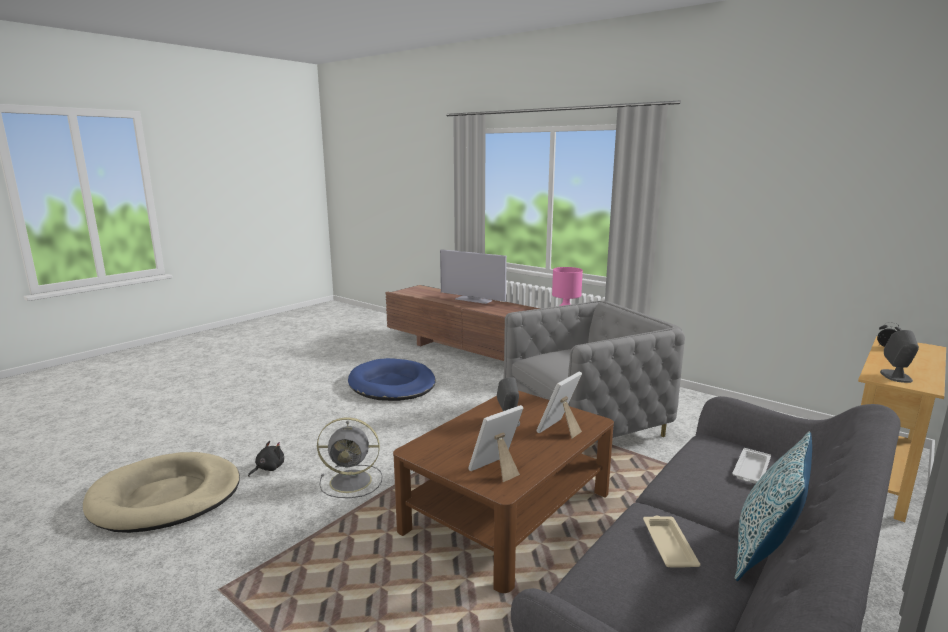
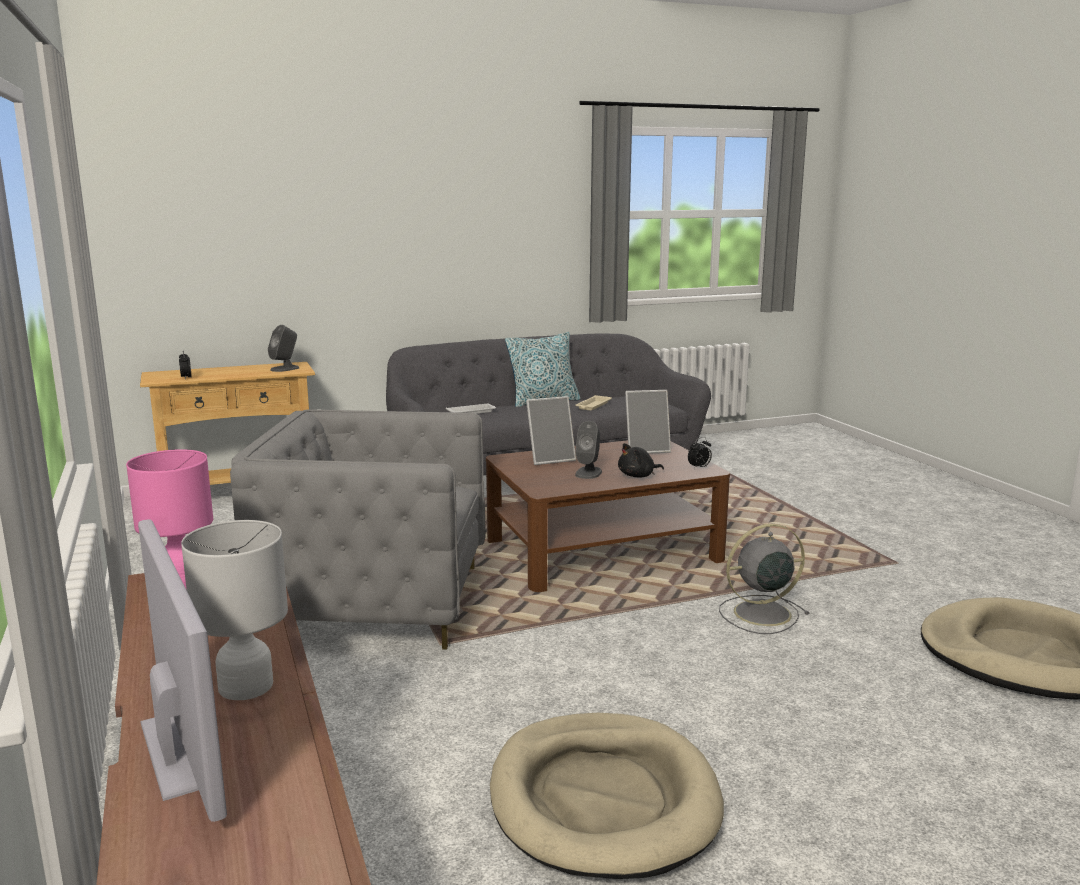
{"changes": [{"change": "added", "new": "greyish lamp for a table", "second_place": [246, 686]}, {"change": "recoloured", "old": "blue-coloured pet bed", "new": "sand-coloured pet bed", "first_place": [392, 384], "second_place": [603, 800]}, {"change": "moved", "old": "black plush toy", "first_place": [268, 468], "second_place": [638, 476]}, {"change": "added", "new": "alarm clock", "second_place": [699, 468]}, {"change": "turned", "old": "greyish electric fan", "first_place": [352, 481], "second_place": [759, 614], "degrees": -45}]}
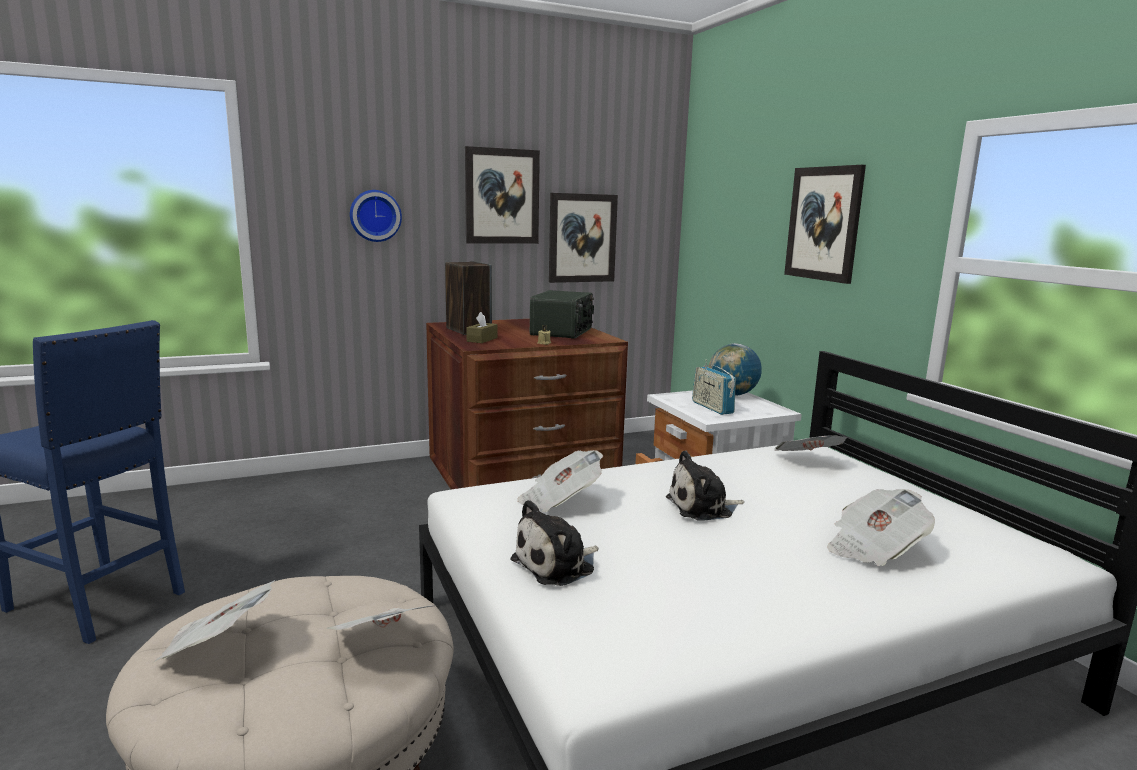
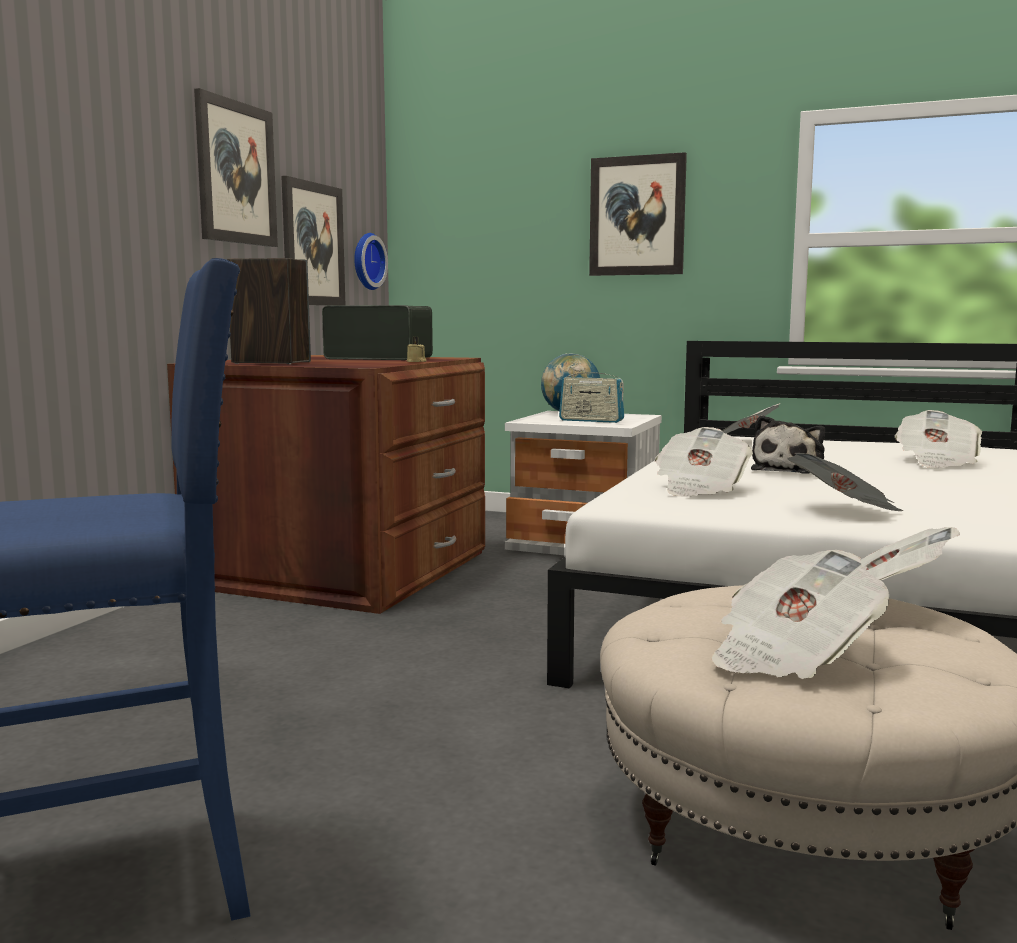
{"changes": [{"change": "turned", "old": "radio receiver", "first_place": [563, 332], "second_place": [379, 358], "degrees": -45}, {"change": "moved", "old": "wall clock", "first_place": [375, 215], "second_place": [366, 261]}, {"change": "replaced", "old": "plush toy", "new": "newspaper", "first_place": [557, 565], "second_place": [845, 512]}, {"change": "removed", "old": "brownish box of tissues", "first_place": [482, 339]}]}
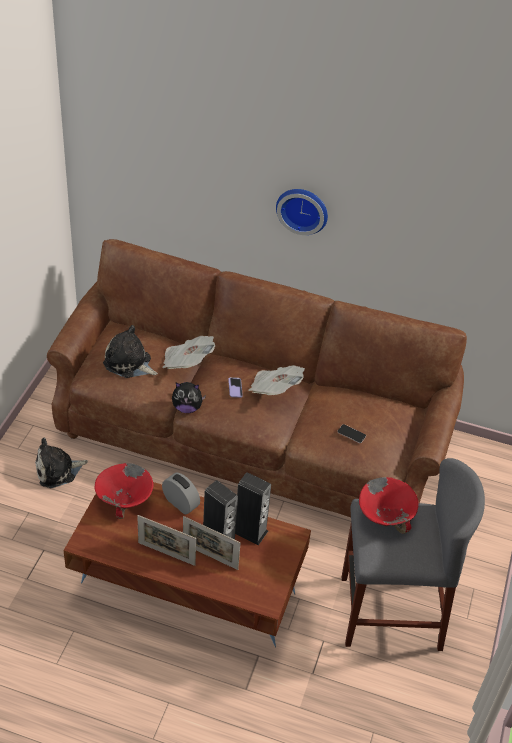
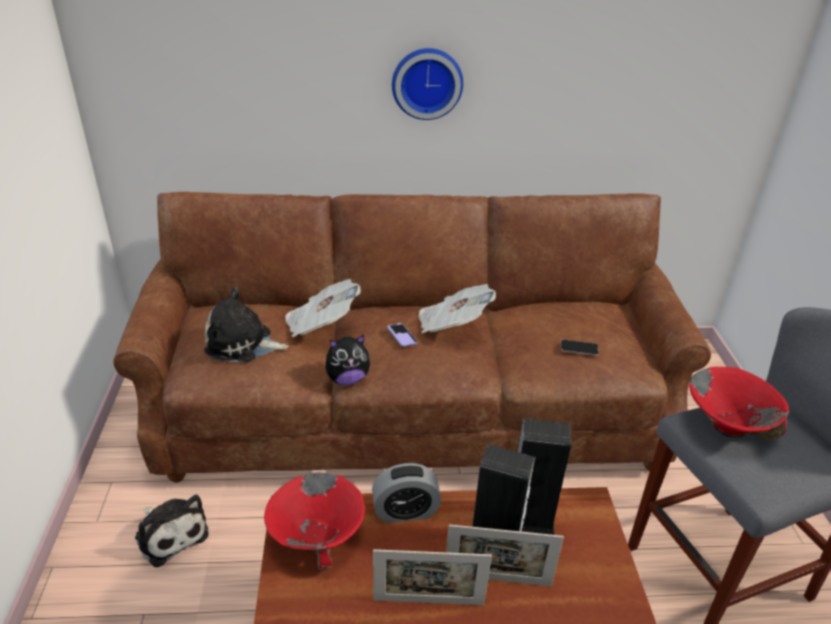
{"changes": [{"change": "turned", "old": "plush toy", "first_place": [58, 470], "second_place": [170, 534], "degrees": -90}, {"change": "turned", "old": "alarm clock", "first_place": [180, 503], "second_place": [405, 511], "degrees": 150}]}
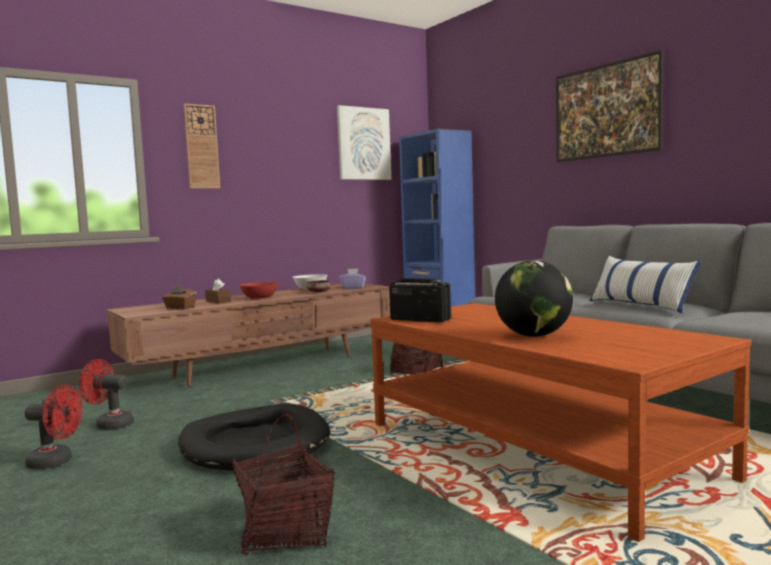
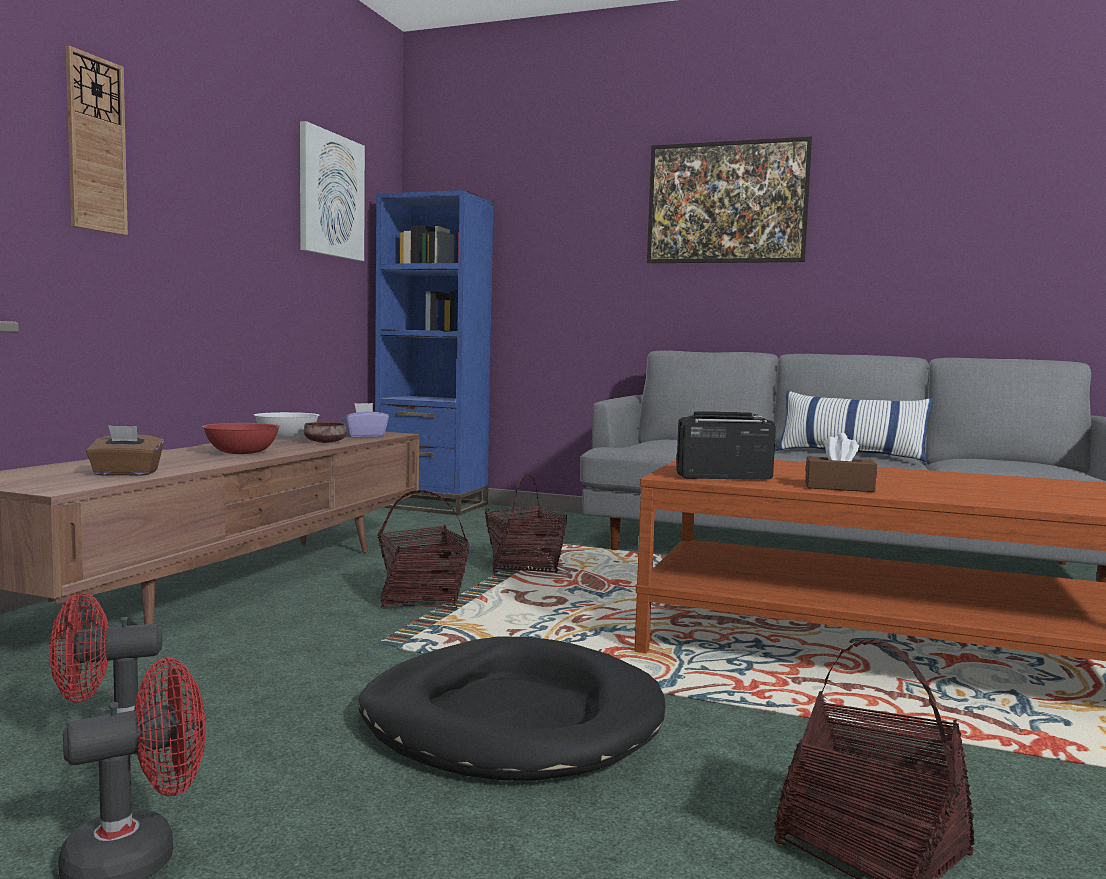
{"changes": [{"change": "added", "new": "storage basket", "second_place": [421, 598]}, {"change": "moved", "old": "brownish box of tissues", "first_place": [218, 301], "second_place": [839, 487]}, {"change": "removed", "old": "desk globe", "first_place": [533, 335]}]}
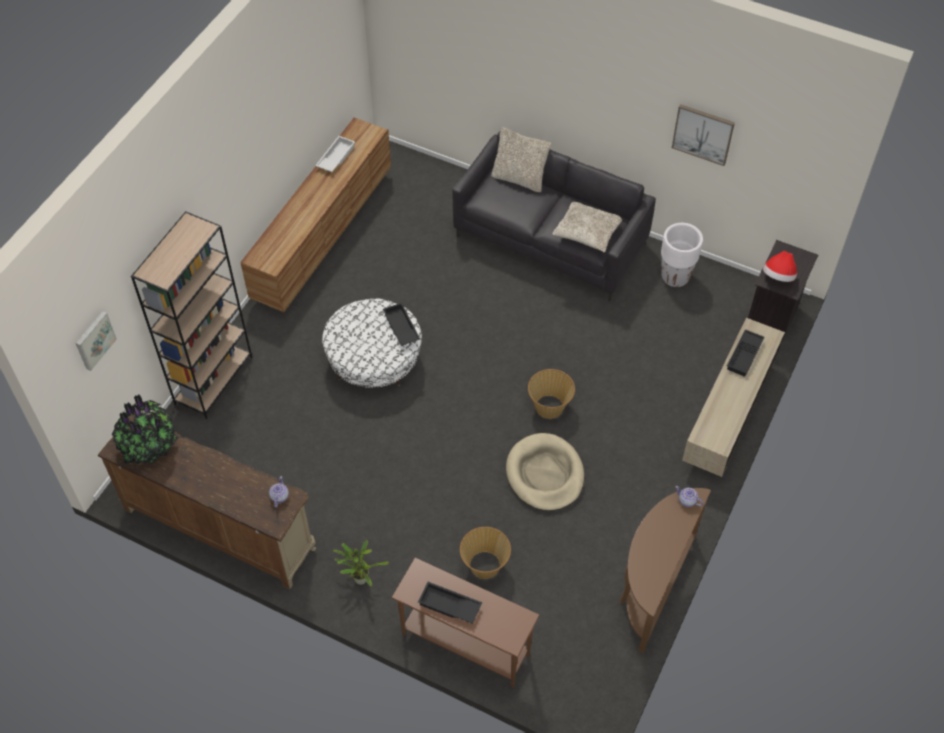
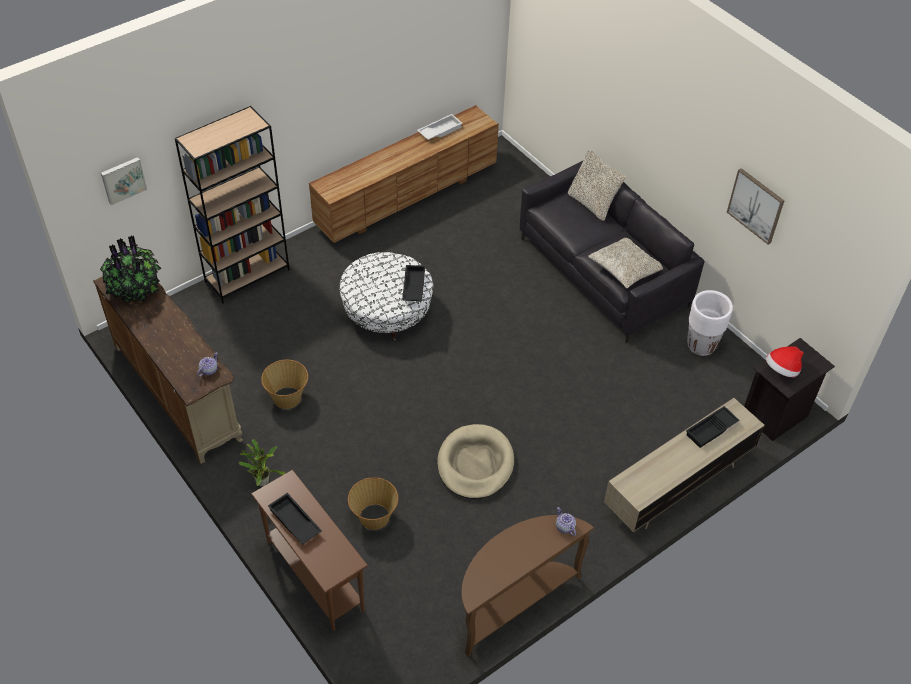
{"changes": [{"change": "moved", "old": "storage basket", "first_place": [549, 406], "second_place": [287, 397]}]}
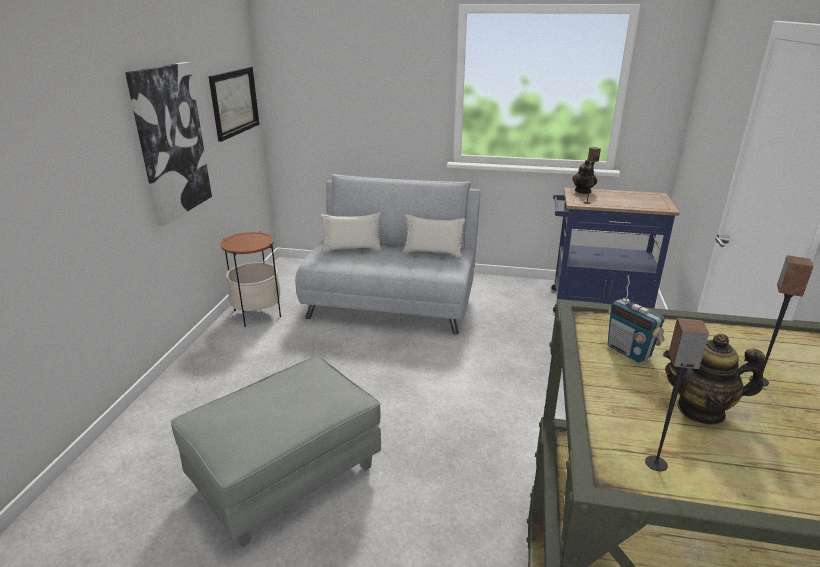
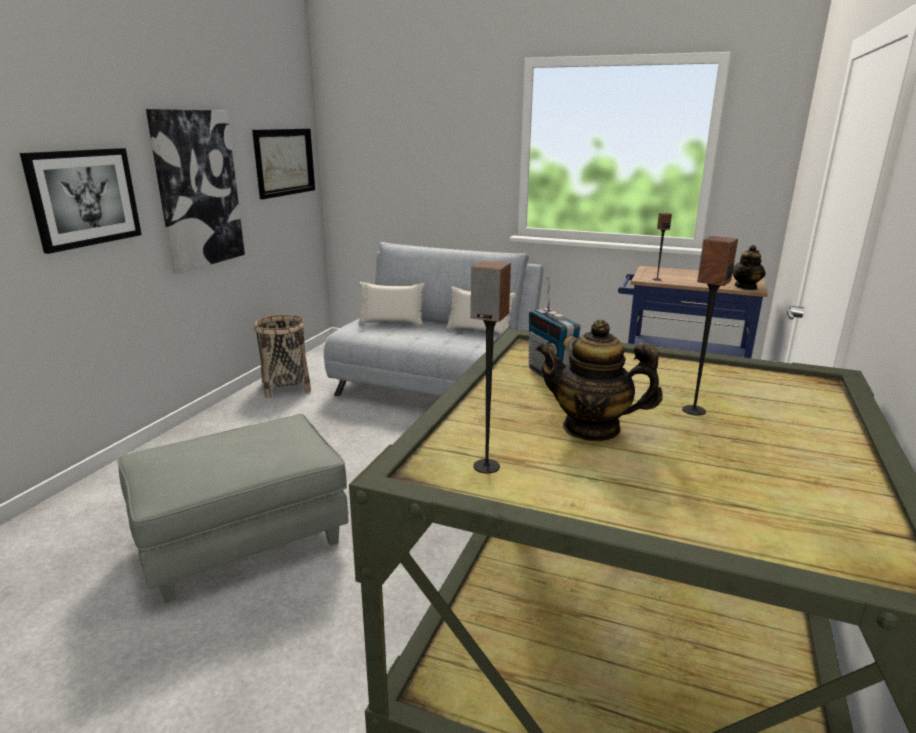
{"changes": [{"change": "added", "new": "picture", "second_place": [84, 198]}, {"change": "replaced", "old": "side table", "new": "storage basket", "first_place": [257, 313], "second_place": [286, 387]}, {"change": "moved", "old": "teapot", "first_place": [583, 191], "second_place": [746, 287]}]}
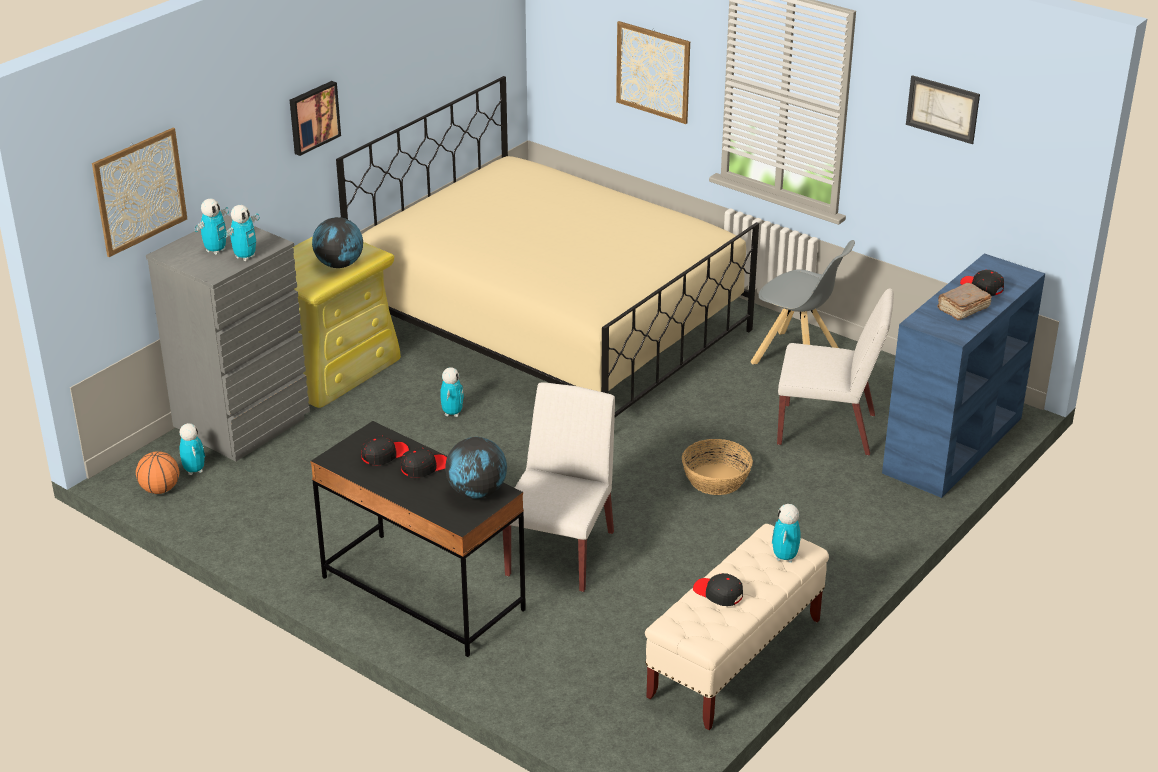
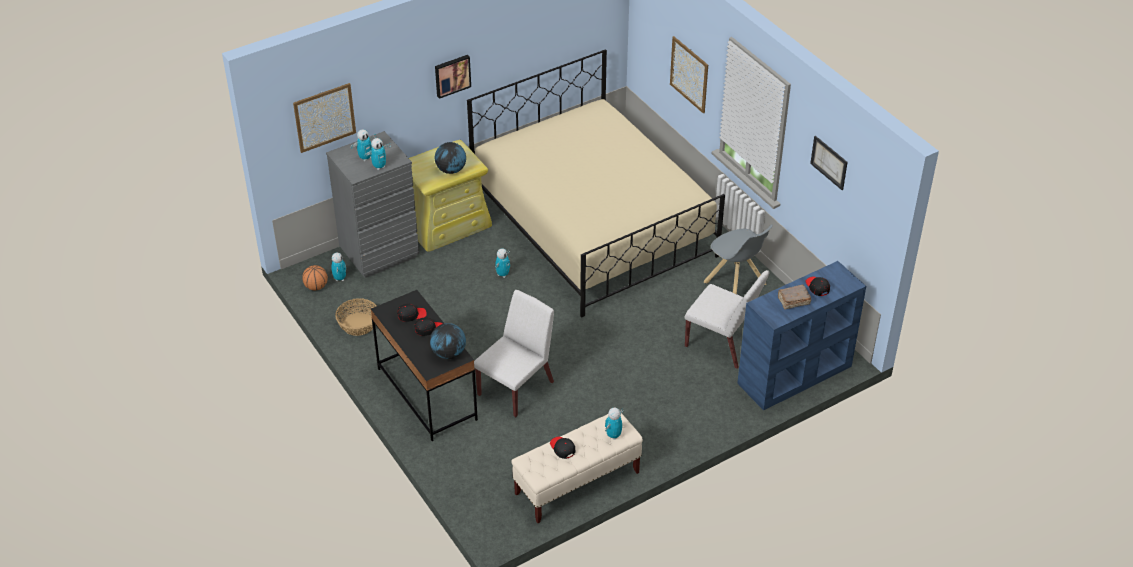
{"changes": [{"change": "moved", "old": "storage basket", "first_place": [715, 479], "second_place": [358, 324]}]}
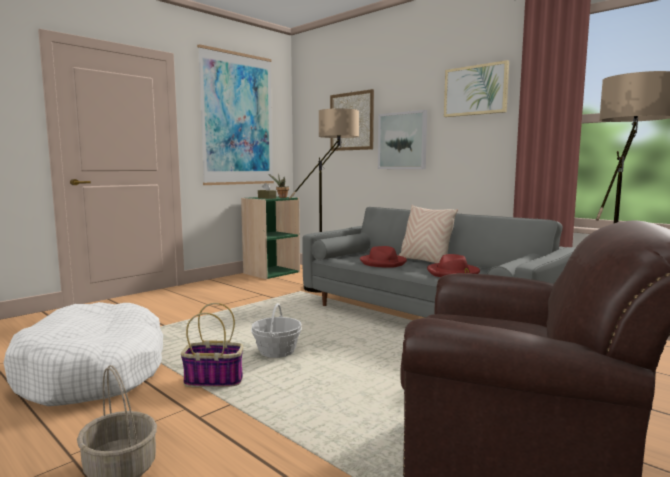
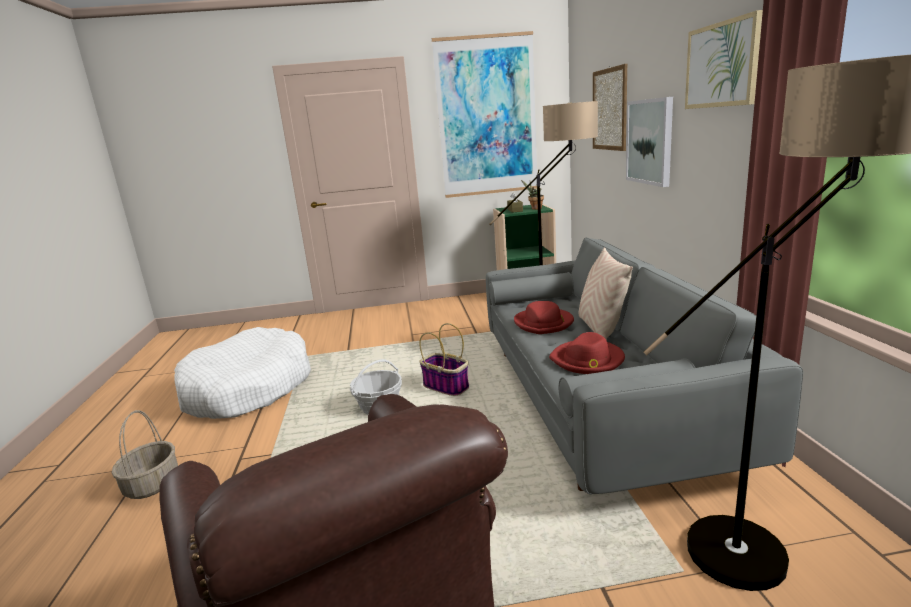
{"changes": [{"change": "moved", "old": "storage basket", "first_place": [215, 380], "second_place": [447, 387]}]}
